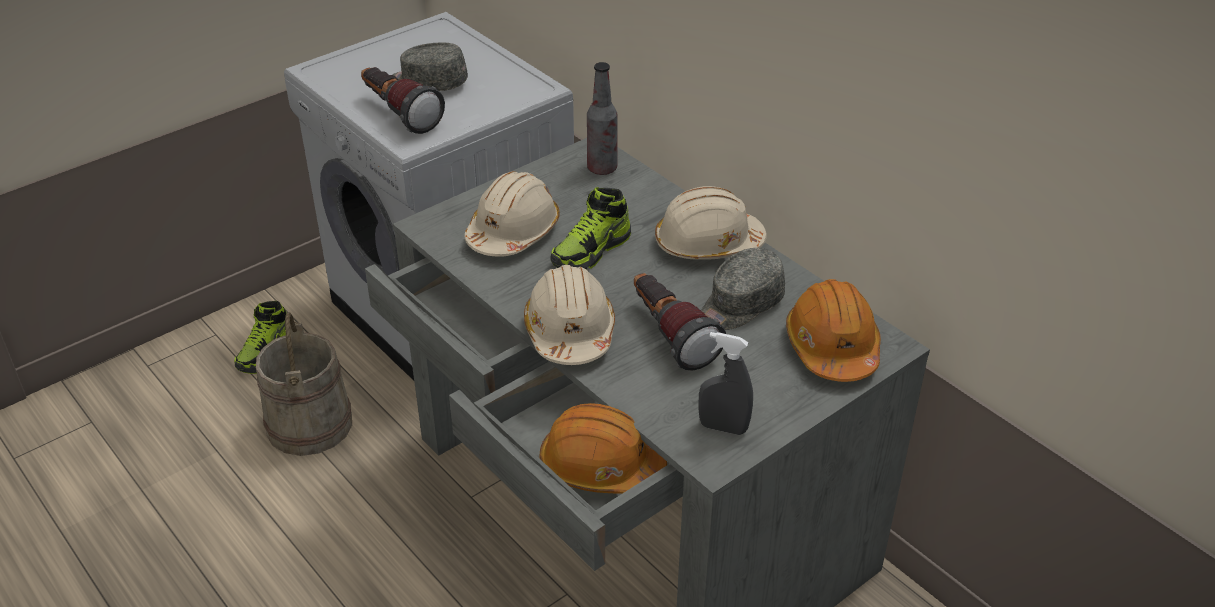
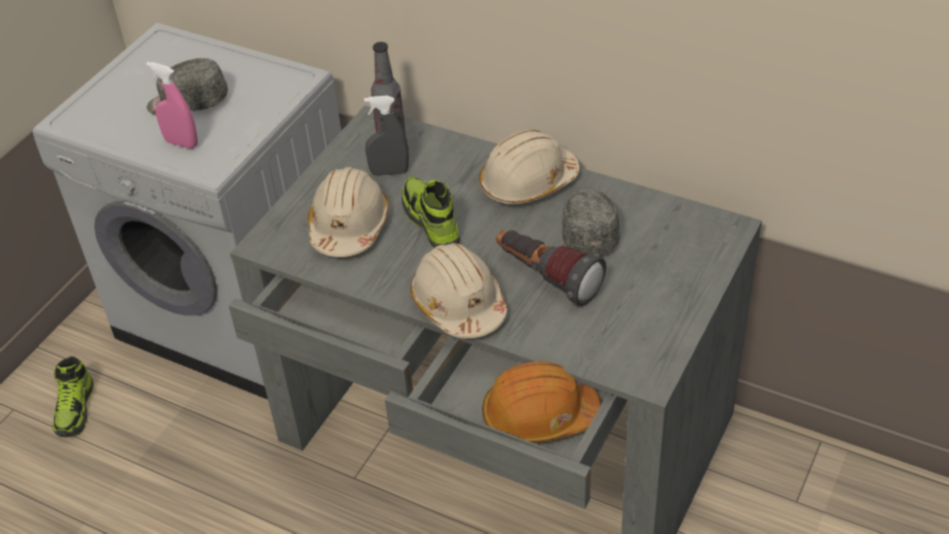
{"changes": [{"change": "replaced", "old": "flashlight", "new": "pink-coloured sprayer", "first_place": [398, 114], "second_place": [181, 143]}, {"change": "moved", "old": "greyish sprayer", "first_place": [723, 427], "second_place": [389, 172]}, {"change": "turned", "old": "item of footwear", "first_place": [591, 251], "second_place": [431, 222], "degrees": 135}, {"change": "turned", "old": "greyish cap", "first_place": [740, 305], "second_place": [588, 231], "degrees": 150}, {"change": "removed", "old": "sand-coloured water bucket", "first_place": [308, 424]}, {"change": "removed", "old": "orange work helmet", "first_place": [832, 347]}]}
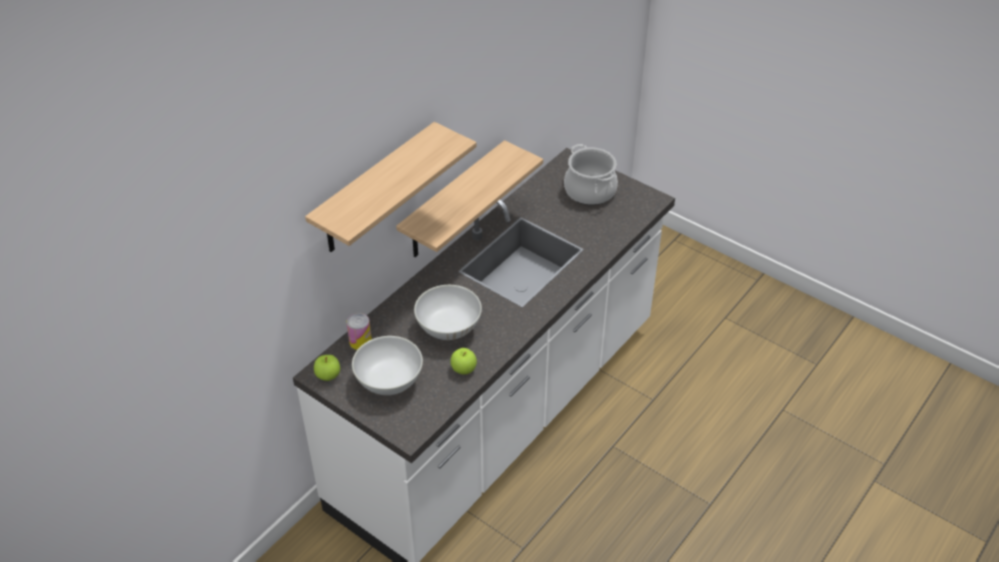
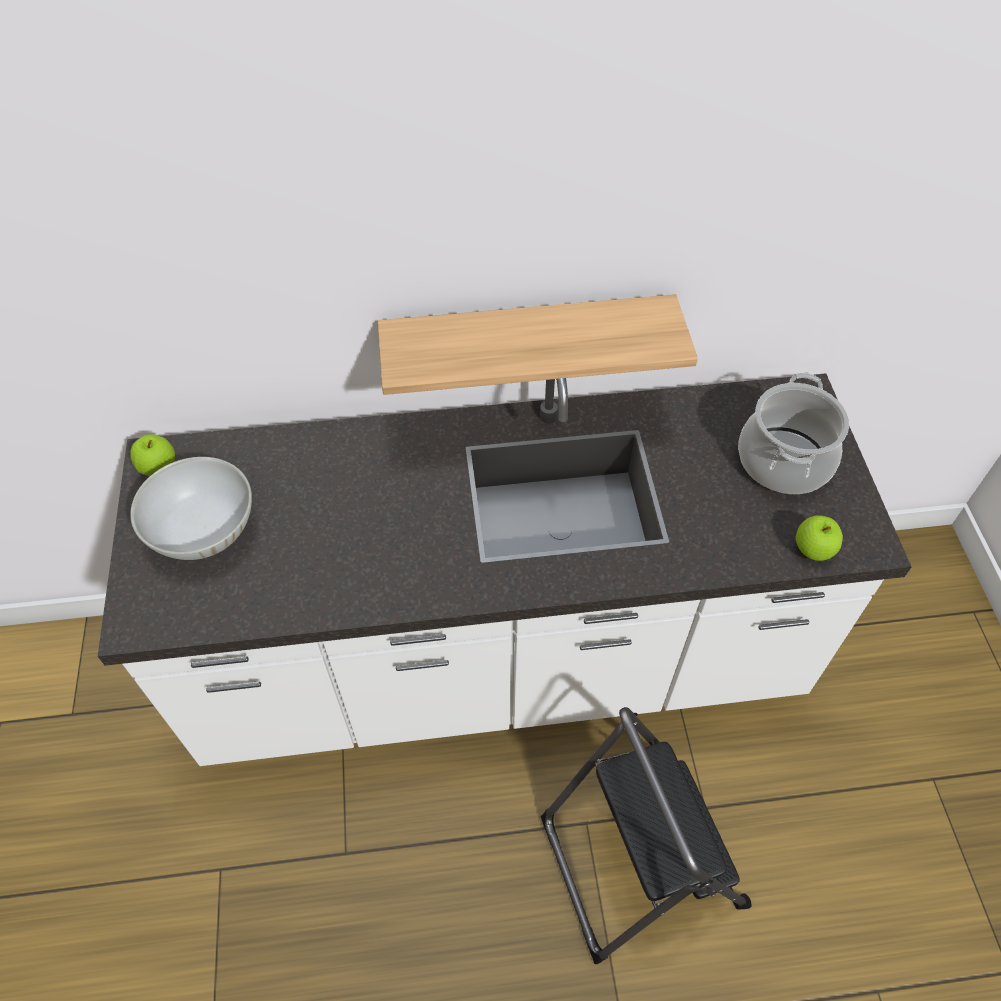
{"changes": [{"change": "added", "new": "black step stool", "second_place": [633, 861]}, {"change": "moved", "old": "whole apple", "first_place": [463, 369], "second_place": [813, 549]}, {"change": "removed", "old": "bracket shelf", "first_place": [375, 190]}, {"change": "removed", "old": "metal can", "first_place": [360, 341]}, {"change": "removed", "old": "whitish bowl", "first_place": [448, 328]}]}
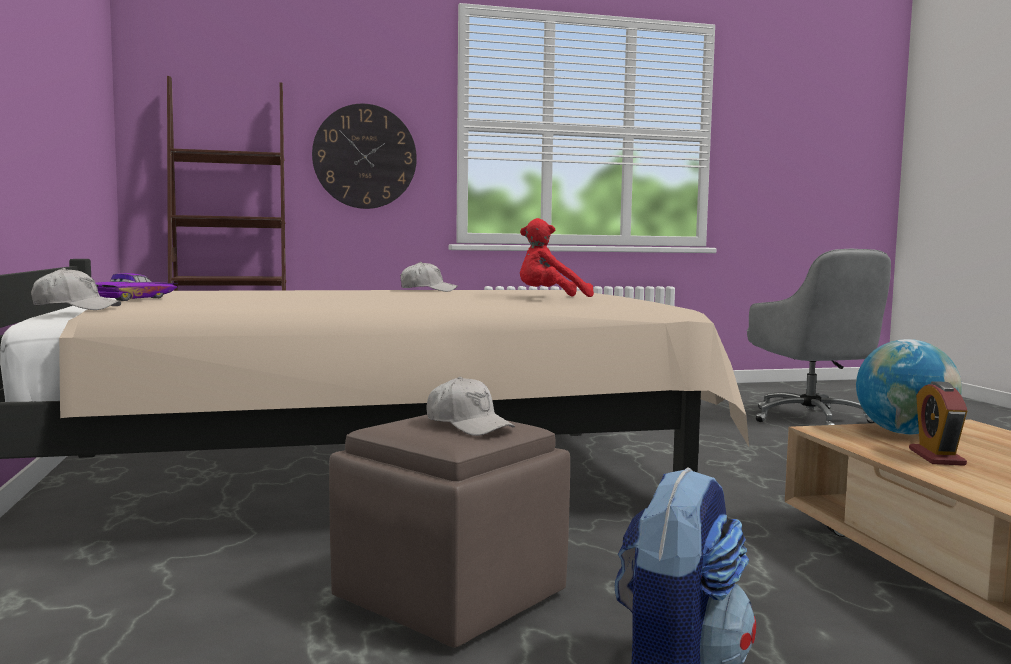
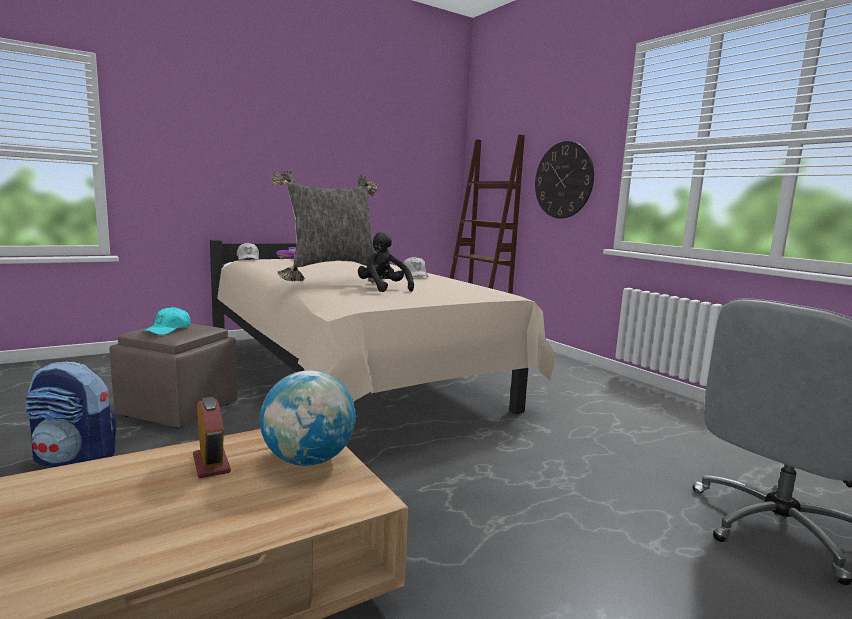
{"changes": [{"change": "recoloured", "old": "whitish cap", "new": "turquoise cap", "first_place": [468, 425], "second_place": [168, 329]}, {"change": "turned", "old": "alarm clock", "first_place": [936, 457], "second_place": [211, 464], "degrees": 75}, {"change": "added", "new": "pillow", "second_place": [331, 282]}, {"change": "recoloured", "old": "reddish plush toy", "new": "black plush toy", "first_place": [549, 298], "second_place": [383, 289]}]}
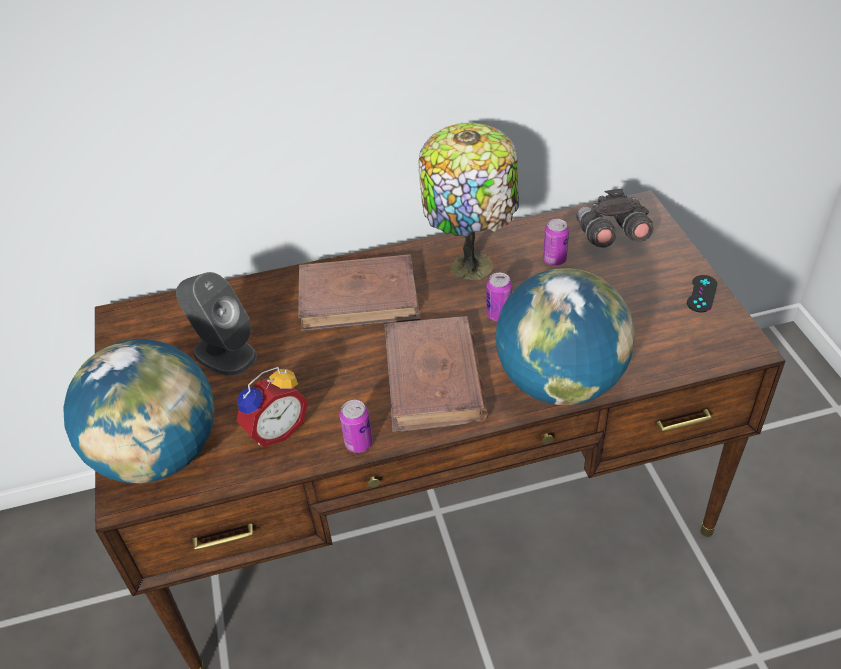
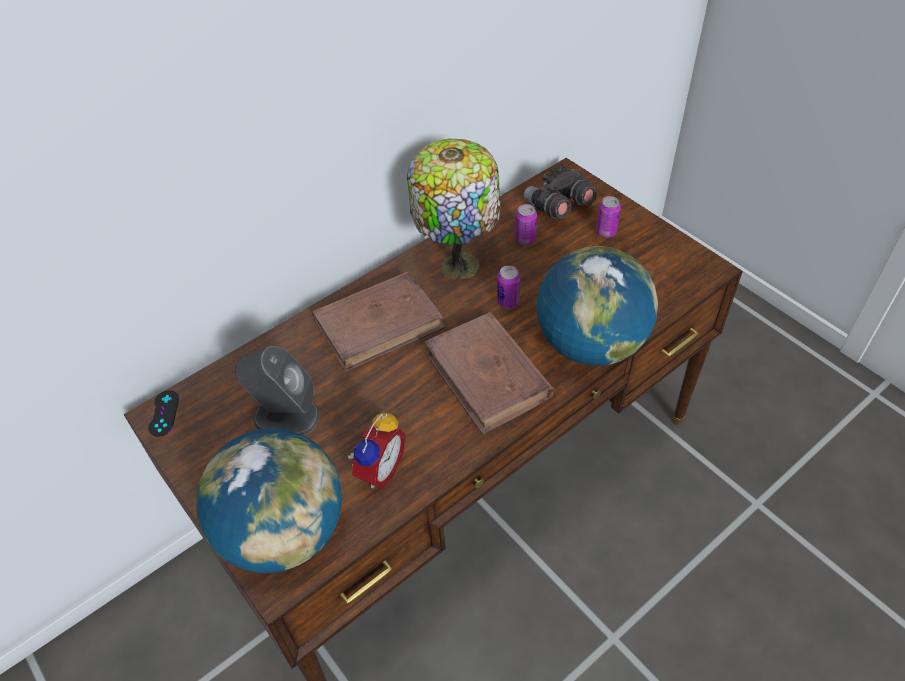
{"changes": [{"change": "moved", "old": "black game controller", "first_place": [702, 294], "second_place": [164, 413]}, {"change": "moved", "old": "metal can", "first_place": [358, 443], "second_place": [606, 232]}]}
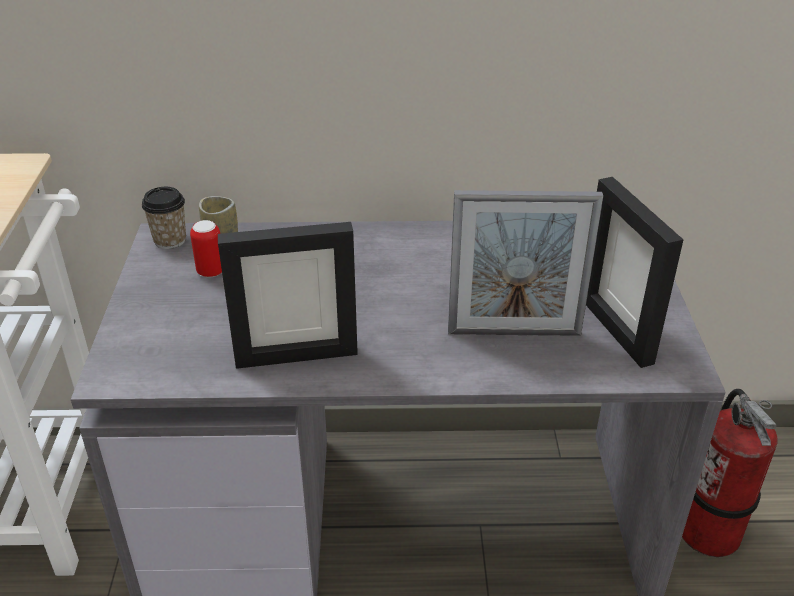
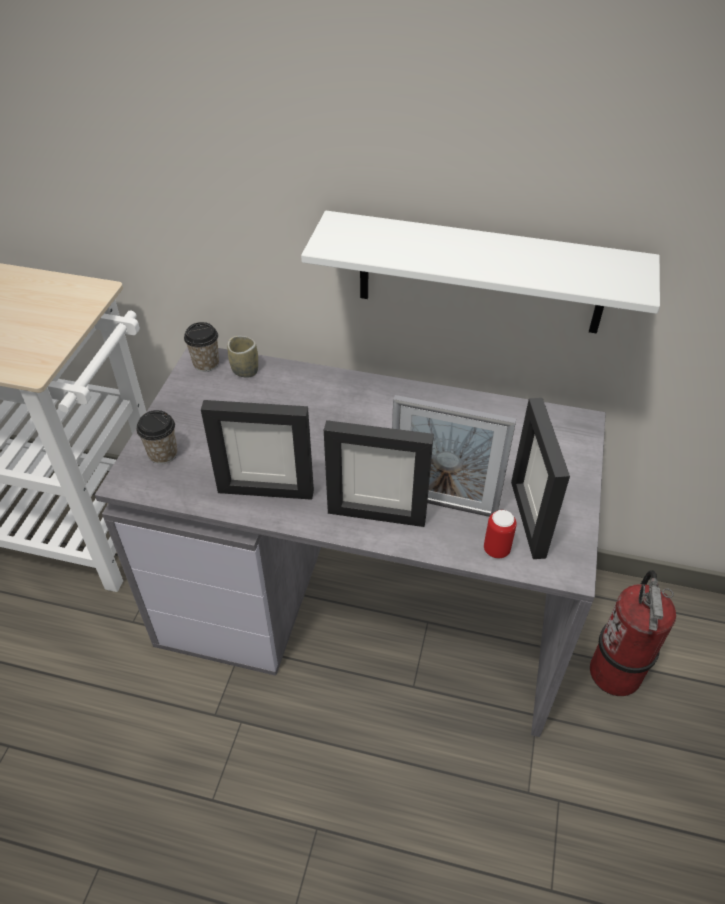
{"changes": [{"change": "added", "new": "drinking cup", "second_place": [163, 454]}, {"change": "added", "new": "whitish bracket shelf", "second_place": [481, 274]}, {"change": "added", "new": "photo frame", "second_place": [377, 513]}, {"change": "moved", "old": "metal can", "first_place": [211, 272], "second_place": [496, 550]}]}
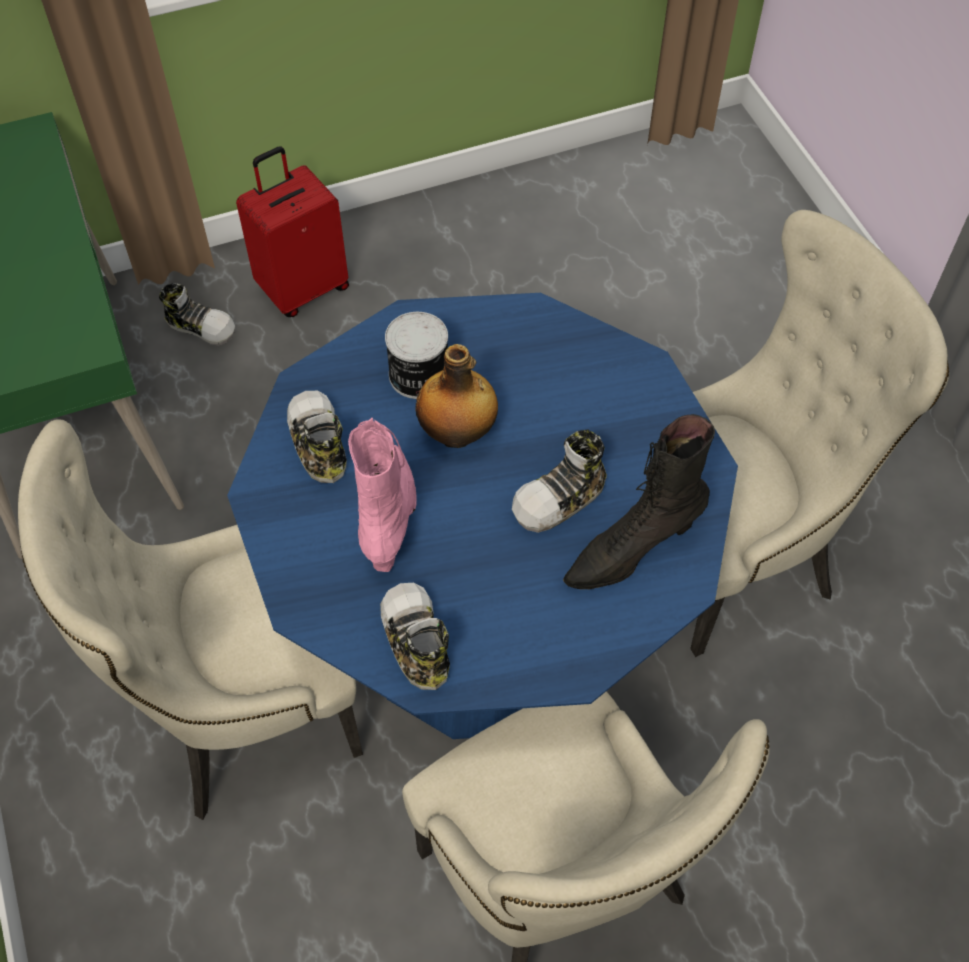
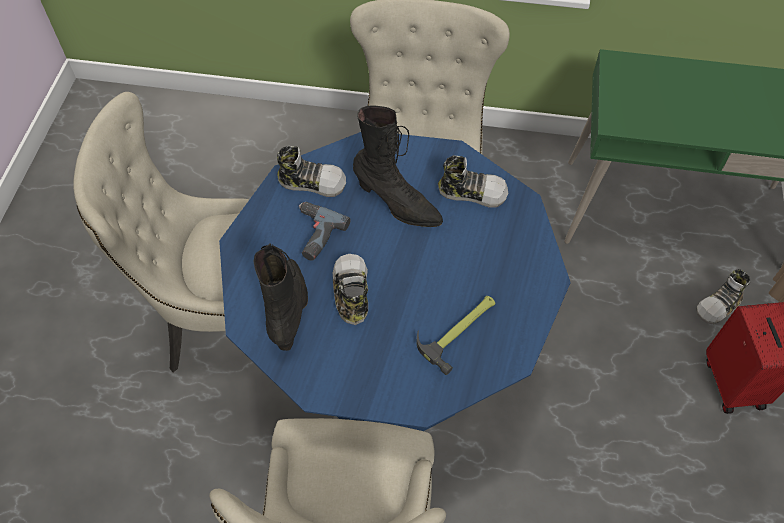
{"changes": [{"change": "added", "new": "electric drill", "second_place": [313, 234]}, {"change": "recoloured", "old": "pink-coloured high-top boot", "new": "black high-top boot", "first_place": [390, 517], "second_place": [397, 204]}, {"change": "added", "new": "hand hammer", "second_place": [459, 330]}, {"change": "removed", "old": "metal can", "first_place": [418, 376]}, {"change": "removed", "old": "bottle", "first_place": [458, 433]}]}
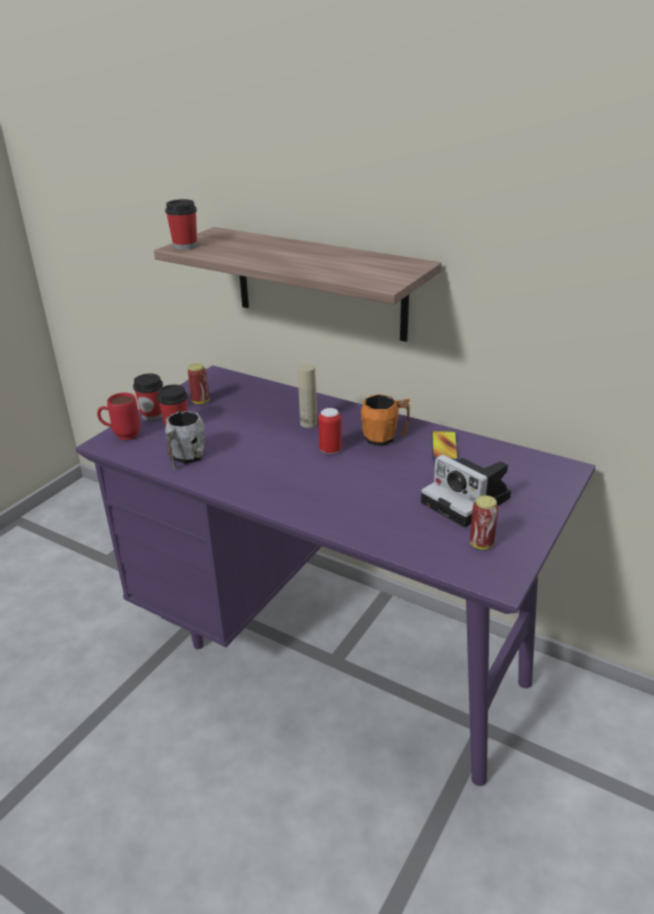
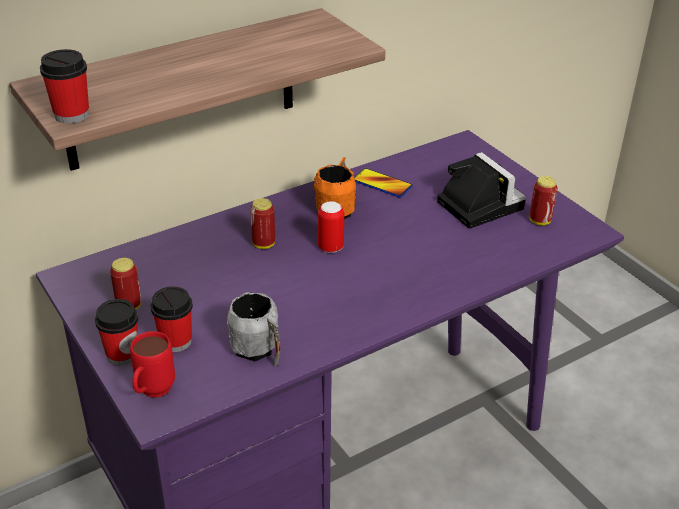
{"changes": [{"change": "replaced", "old": "sand-coloured bottle", "new": "metal can", "first_place": [308, 423], "second_place": [263, 244]}, {"change": "turned", "old": "photo camera", "first_place": [469, 501], "second_place": [477, 204], "degrees": -105}]}
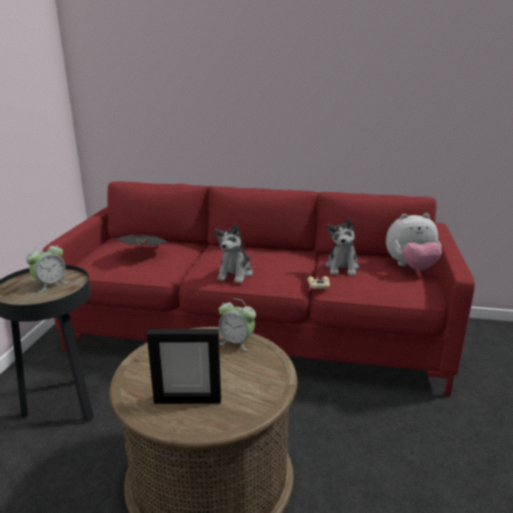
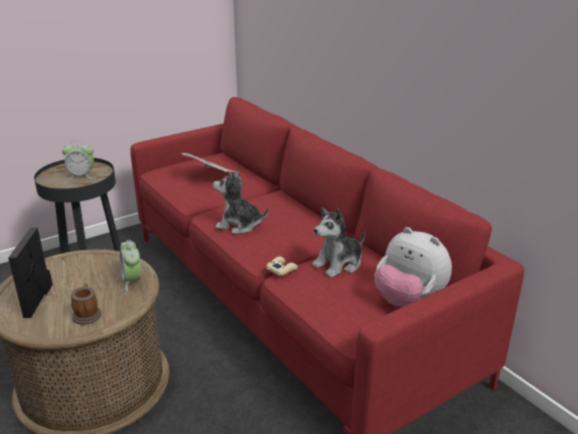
{"changes": [{"change": "turned", "old": "photo frame", "first_place": [188, 399], "second_place": [38, 300], "degrees": 45}, {"change": "added", "new": "mug", "second_place": [87, 314]}, {"change": "turned", "old": "plush toy", "first_place": [235, 274], "second_place": [239, 225], "degrees": 45}]}
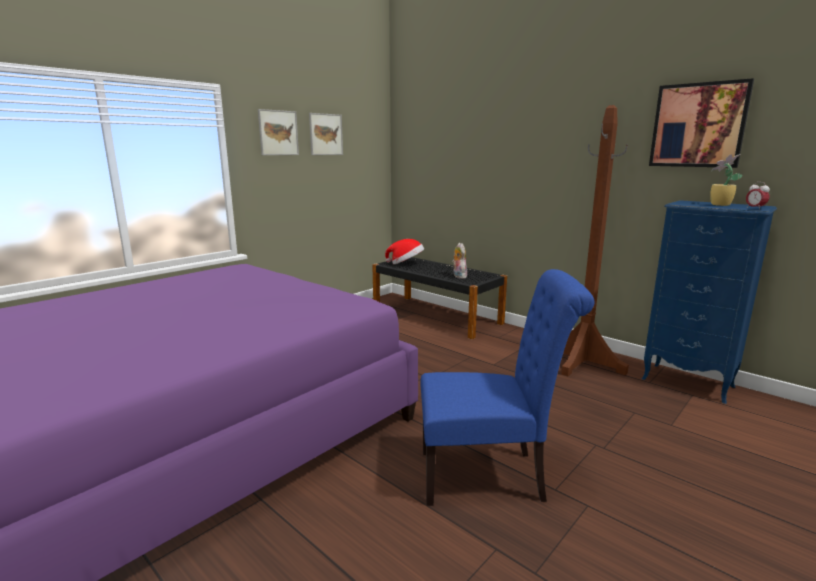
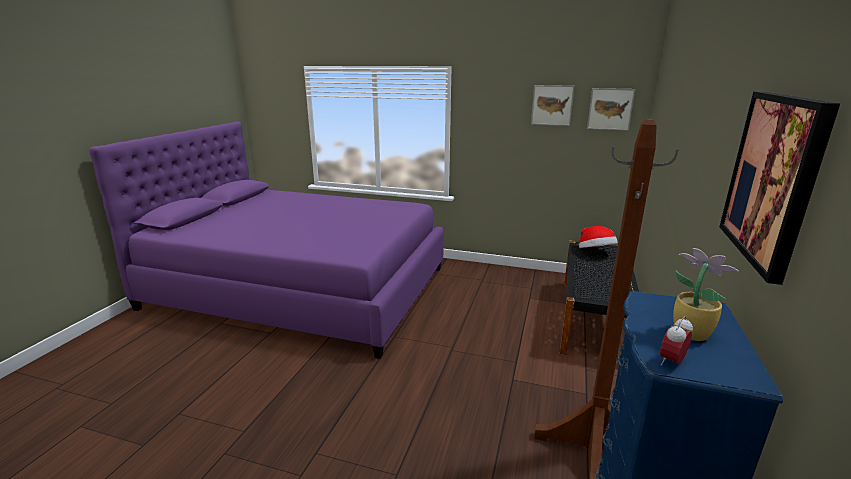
{"changes": [{"change": "moved", "old": "picture", "first_place": [278, 133], "second_place": [610, 109]}, {"change": "removed", "old": "blue-coloured chair", "first_place": [489, 476]}, {"change": "removed", "old": "plush toy", "first_place": [458, 276]}]}
